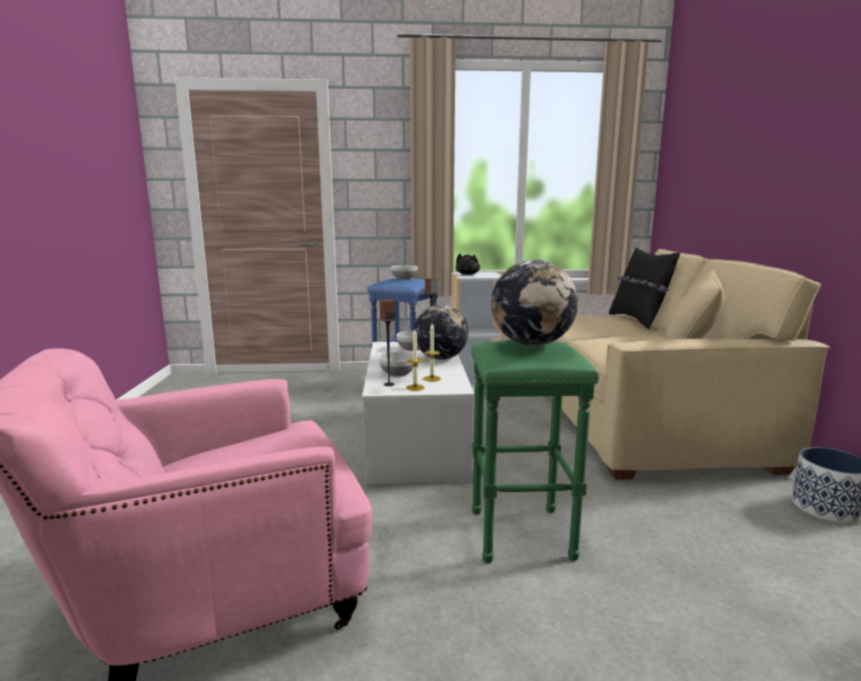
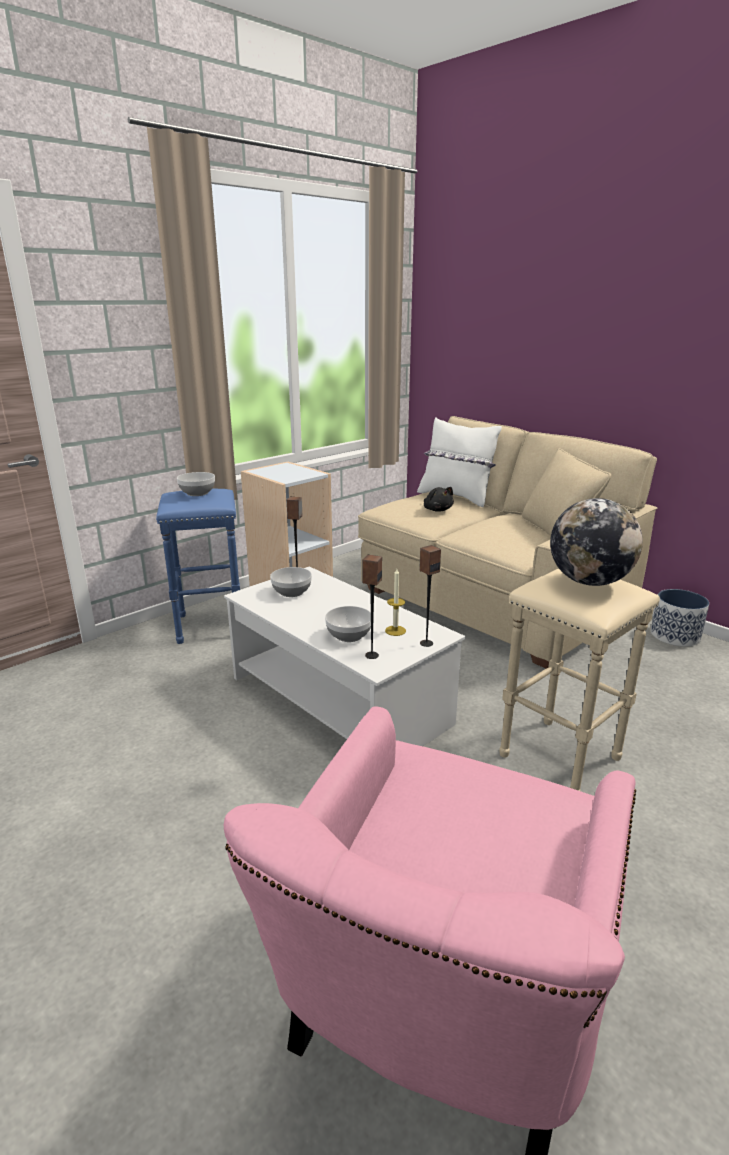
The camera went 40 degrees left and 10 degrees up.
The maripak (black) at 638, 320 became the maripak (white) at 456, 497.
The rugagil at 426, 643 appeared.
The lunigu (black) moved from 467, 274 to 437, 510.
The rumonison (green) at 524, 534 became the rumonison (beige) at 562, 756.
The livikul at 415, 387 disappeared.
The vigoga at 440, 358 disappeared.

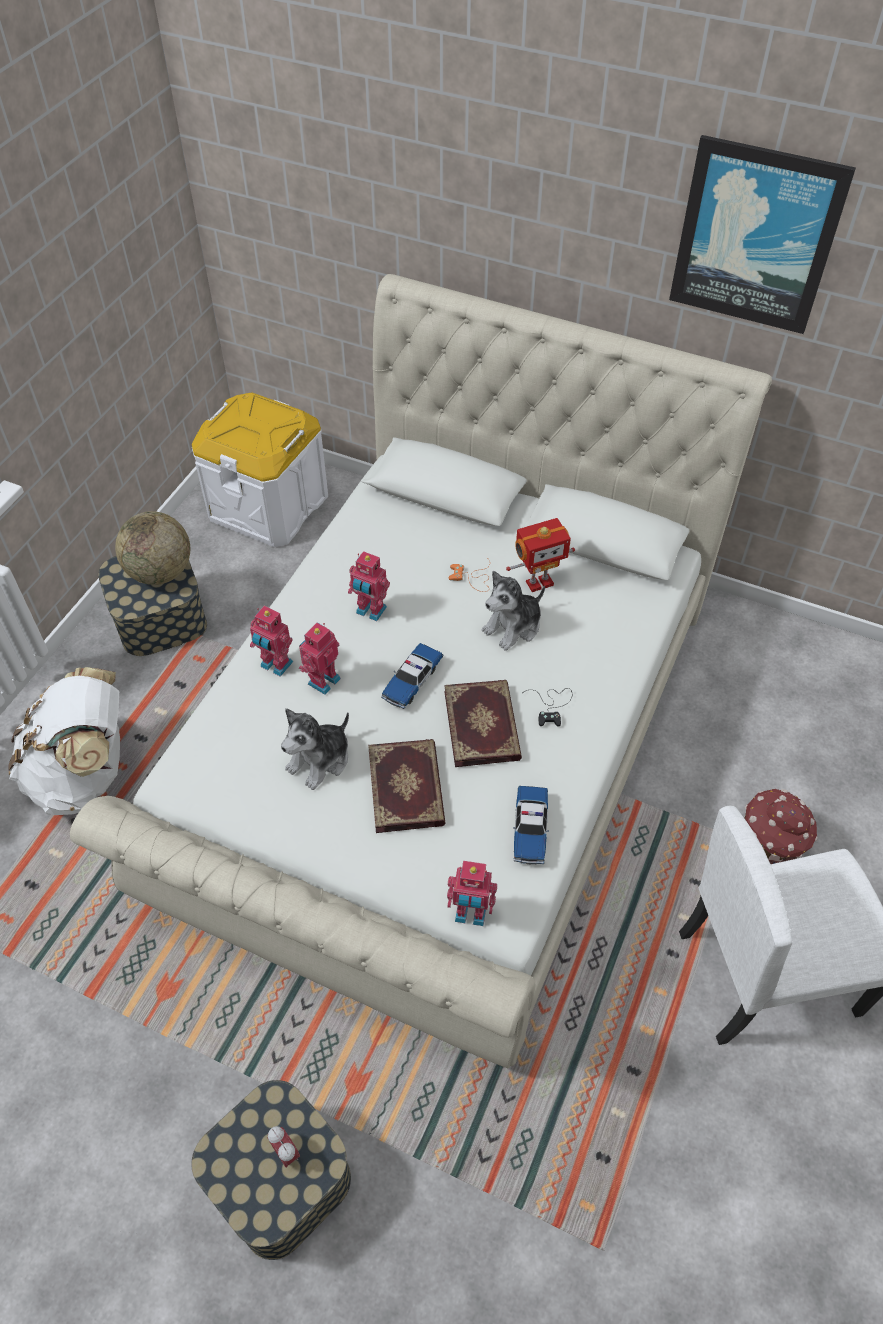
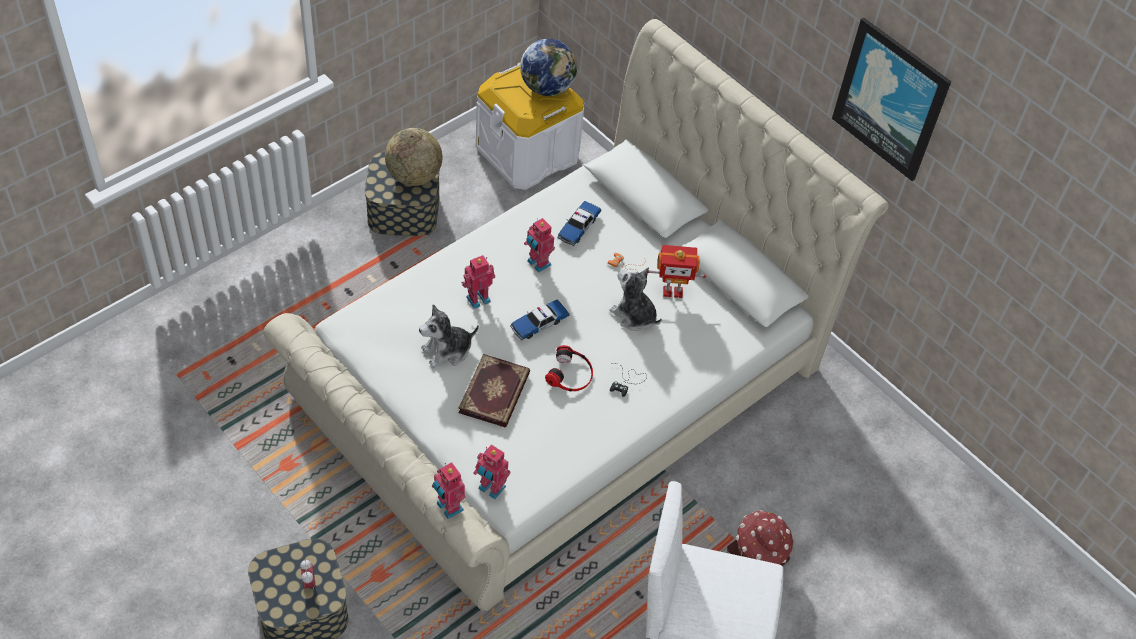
The camera went 20 degrees right and 0 degrees up.
The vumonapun moved from 275, 665 to 448, 507.
The vigoga at 547, 87 appeared.
The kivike at 483, 725 was replaced by the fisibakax at 570, 374.
The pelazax moved from 530, 828 to 578, 227.
The lunigu at 513, 627 turned 60 degrees clockwise.
The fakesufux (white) at 86, 774 disappeared.

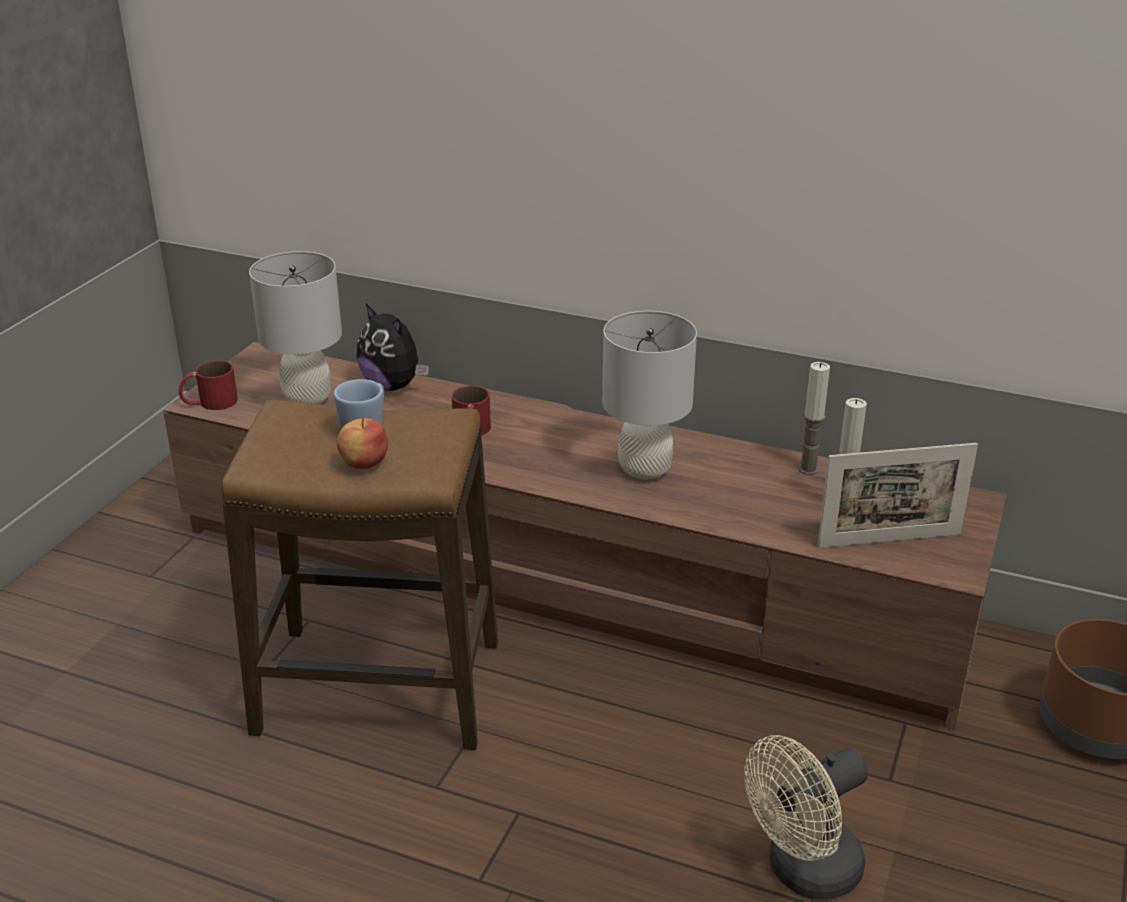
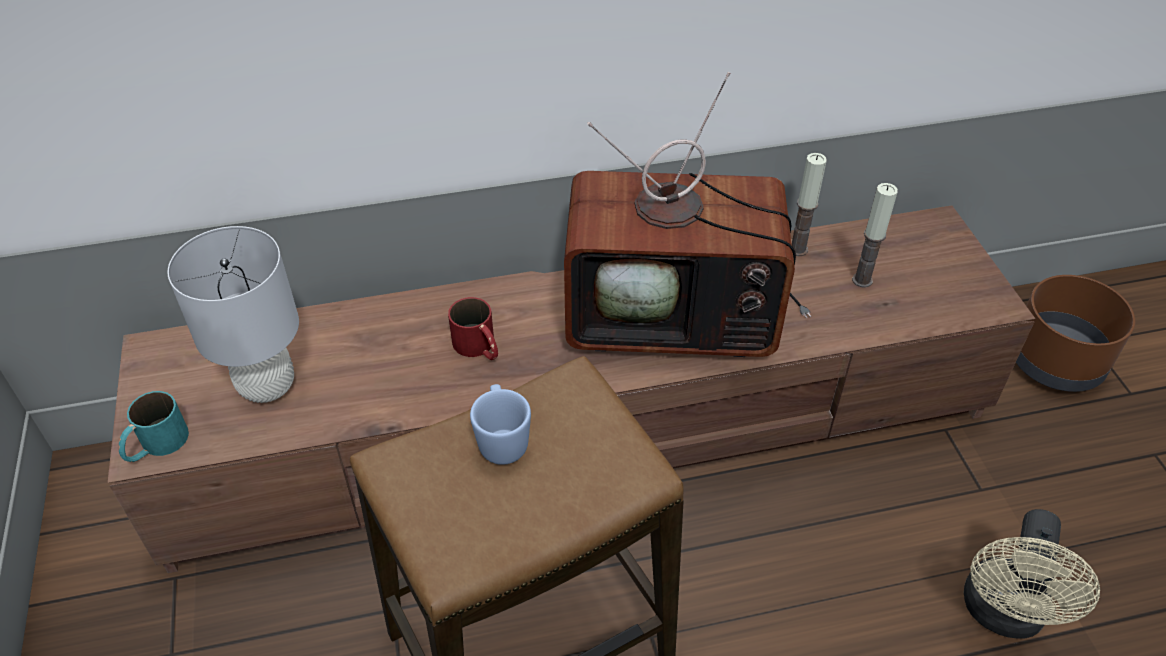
The camera went 35 degrees left and 15 degrees up.
The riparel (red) at 209, 402 became the riparel (turquoise) at 155, 445.
The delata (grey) at 647, 470 was replaced by the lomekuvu at 677, 315.
The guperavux at 364, 462 disappeared.
The lunigu at 393, 385 disappeared.
The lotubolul at 889, 540 disappeared.

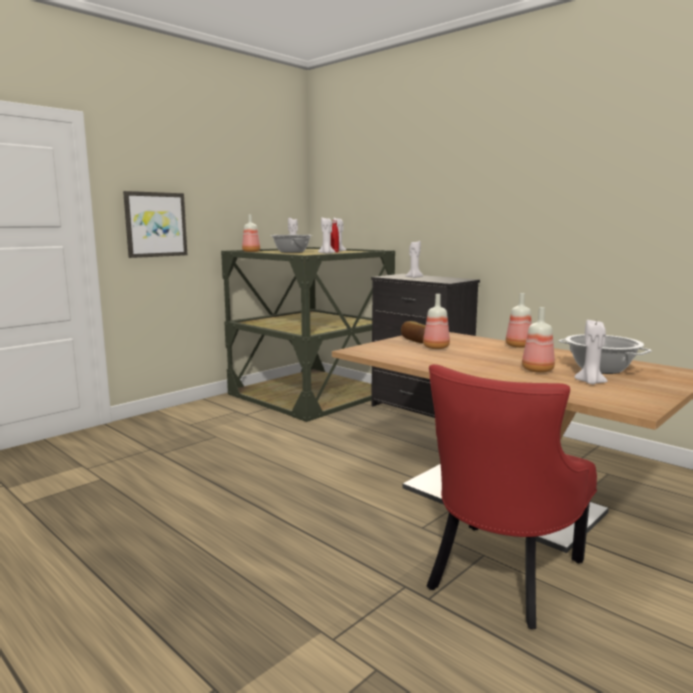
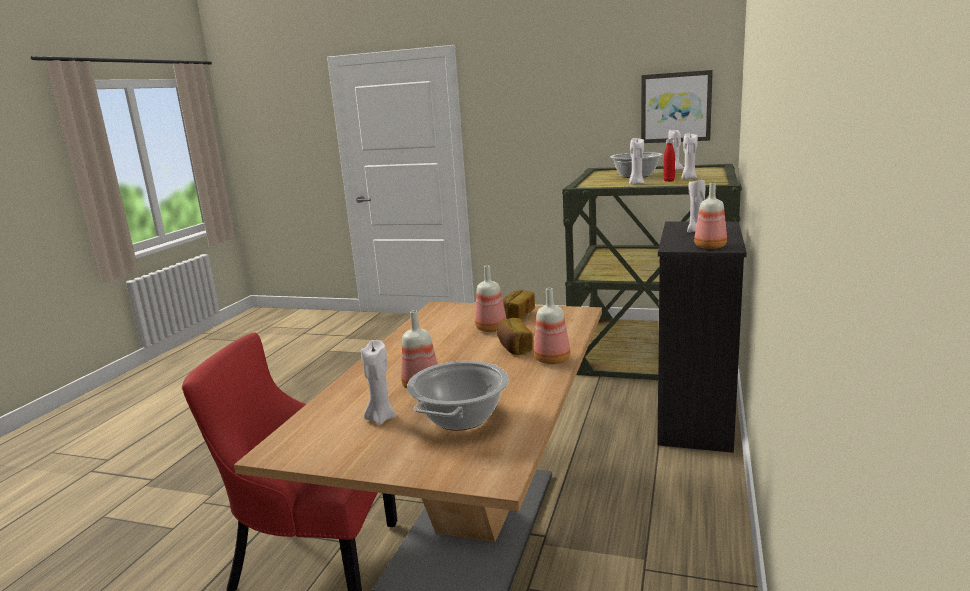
The camera went 65 degrees right and 5 degrees up.
The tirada at 514, 347 appeared.
The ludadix moved from 155, 224 to 675, 107.
The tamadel moved from 251, 252 to 710, 247.

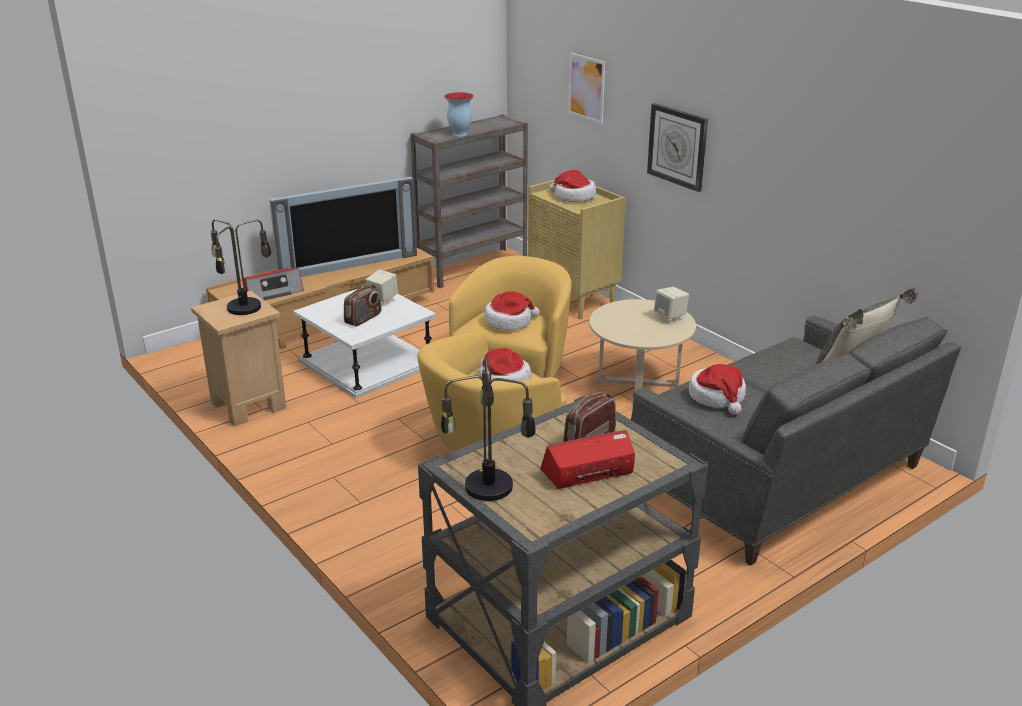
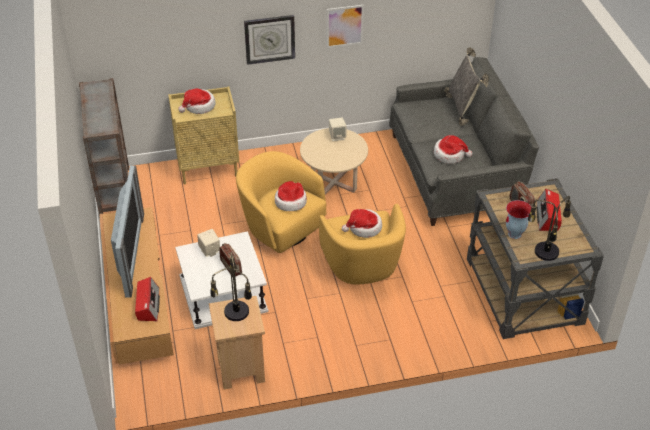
The camera went 65 degrees left and 15 degrees up.
The ludadix moved from 586, 88 to 344, 26.
The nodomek moved from 459, 134 to 515, 234.

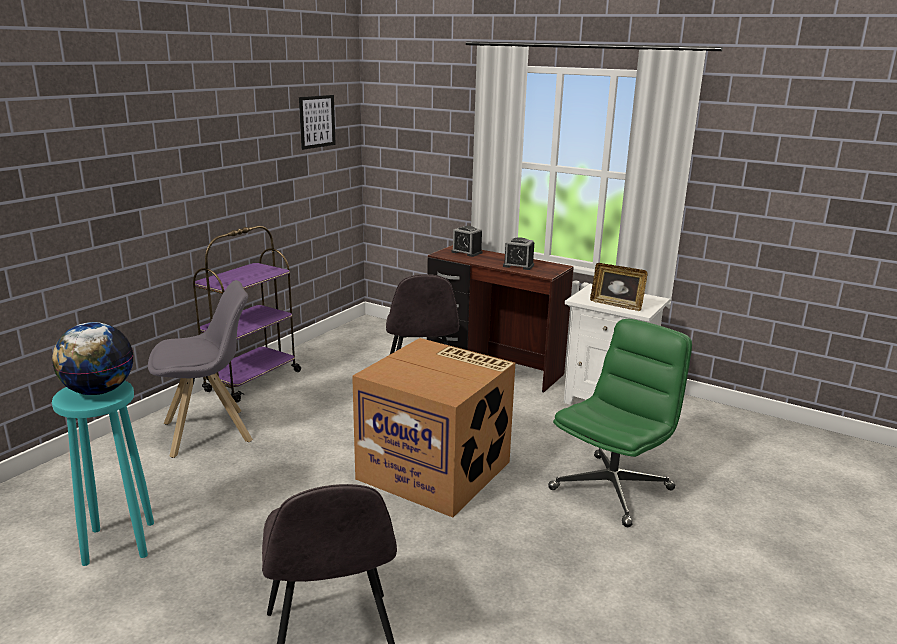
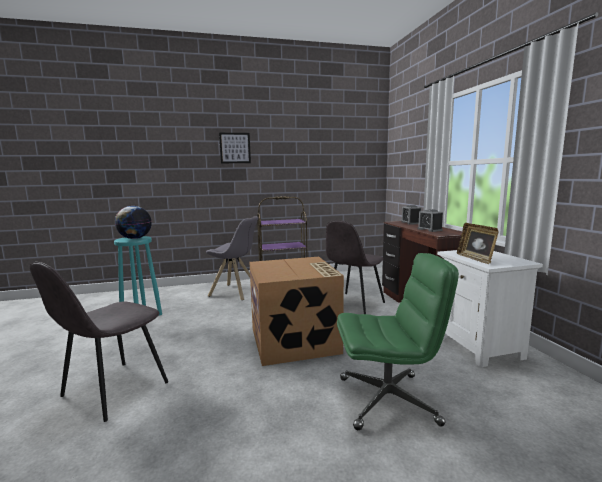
The camera went 45 degrees right and 10 degrees down.
The ludadix moved from 317, 121 to 235, 148.

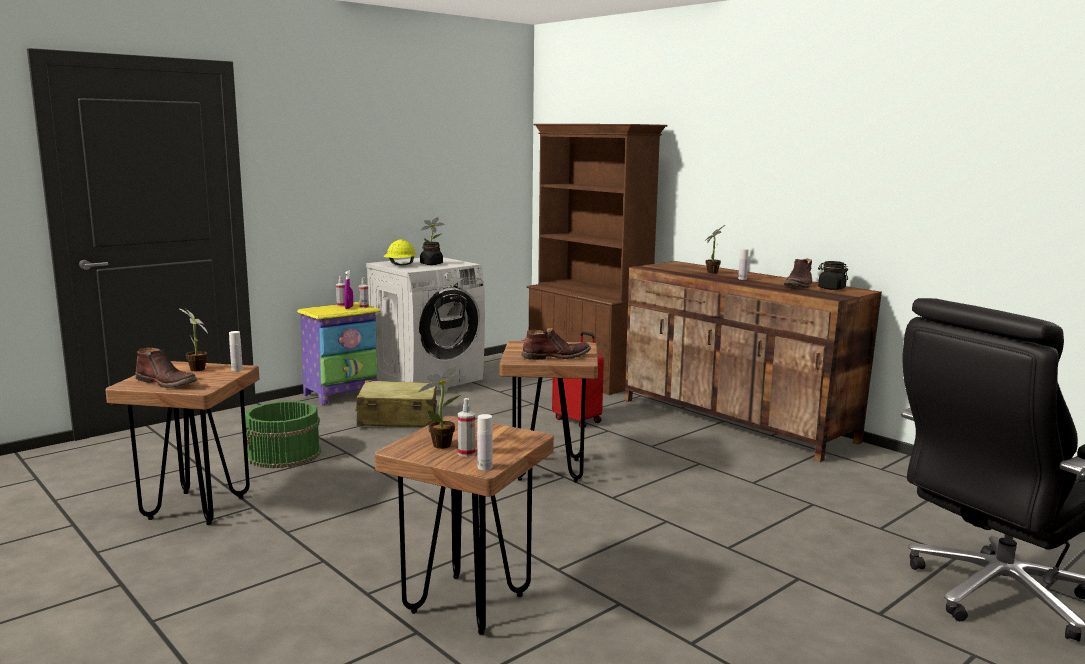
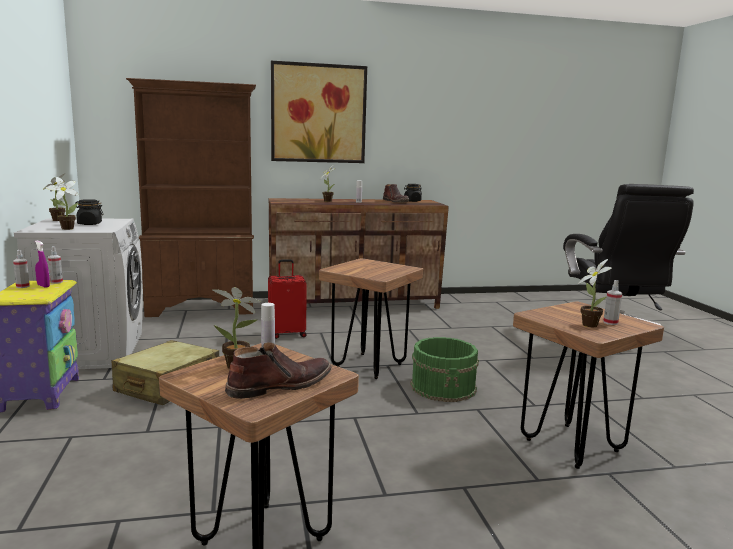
The camera went 60 degrees left and 0 degrees up.
The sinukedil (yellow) at 400, 265 was replaced by the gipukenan at 65, 228.
The ludadix at 318, 113 appeared.
The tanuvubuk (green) moved from 284, 455 to 444, 387.
The tamadel (white) at 485, 467 disappeared.
The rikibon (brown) at 556, 357 disappeared.

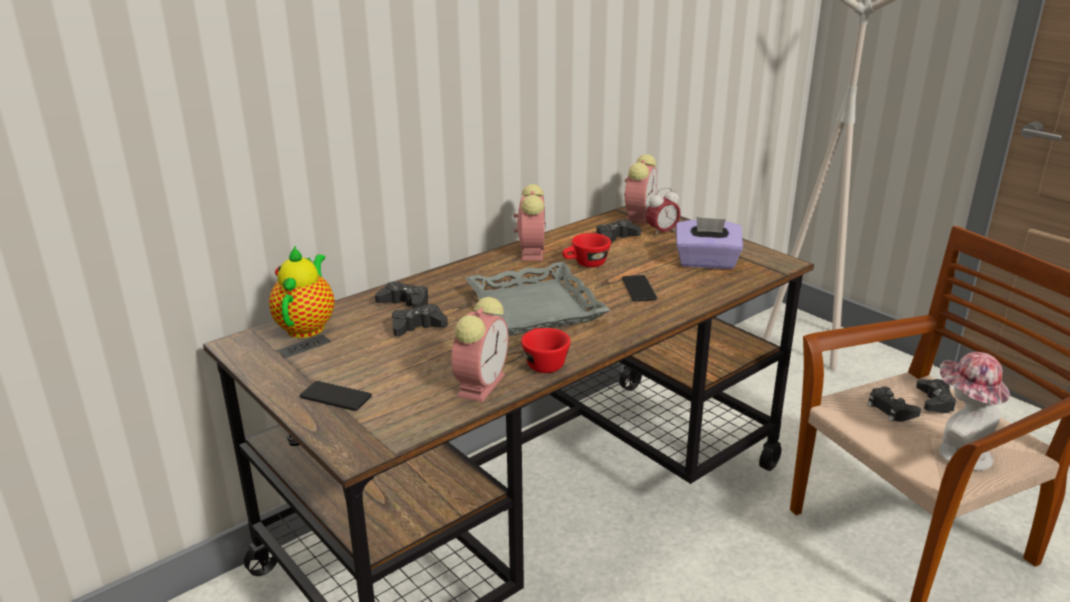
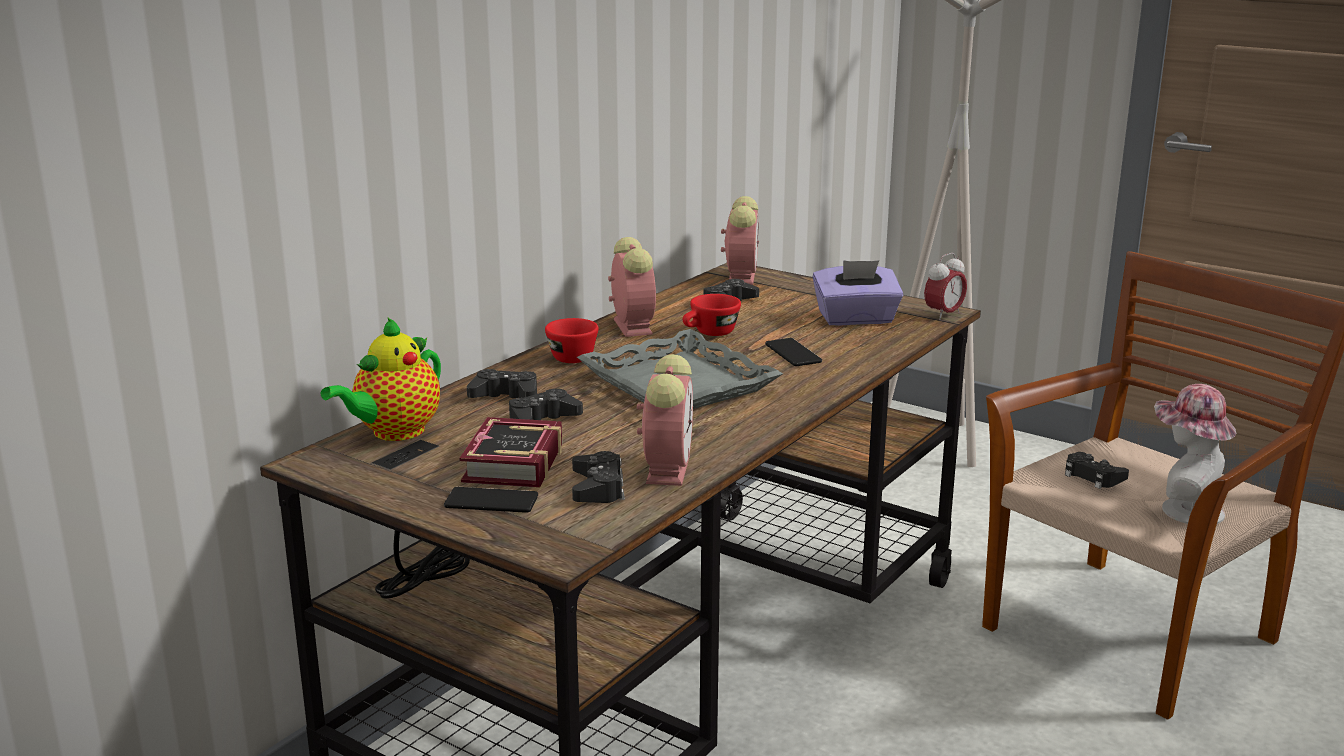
The camera went 15 degrees left and 5 degrees down.
The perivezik at 307, 326 turned 135 degrees counterclockwise.
The kivike at 509, 465 appeared.
The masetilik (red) moved from 542, 363 to 568, 356.
The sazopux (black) moved from 935, 401 to 598, 487.
The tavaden moved from 662, 232 to 943, 315.

